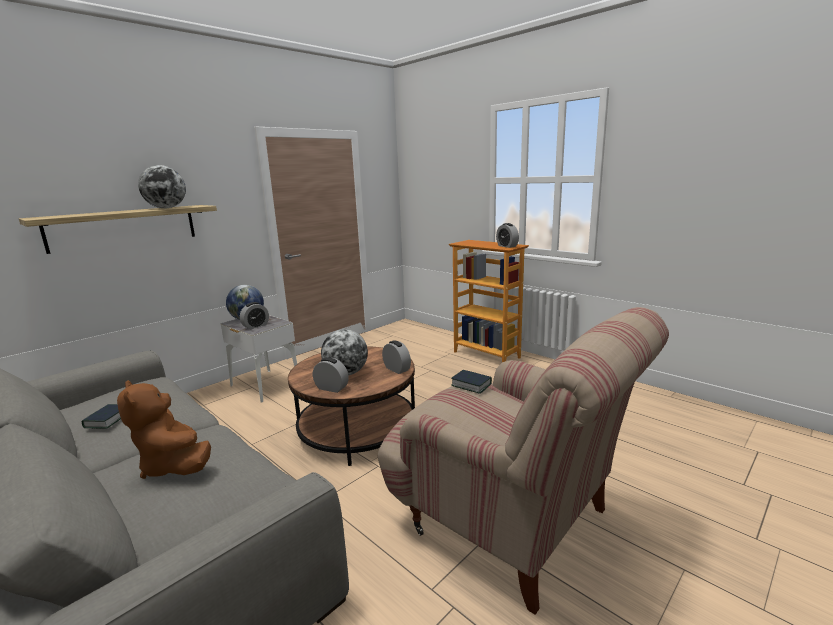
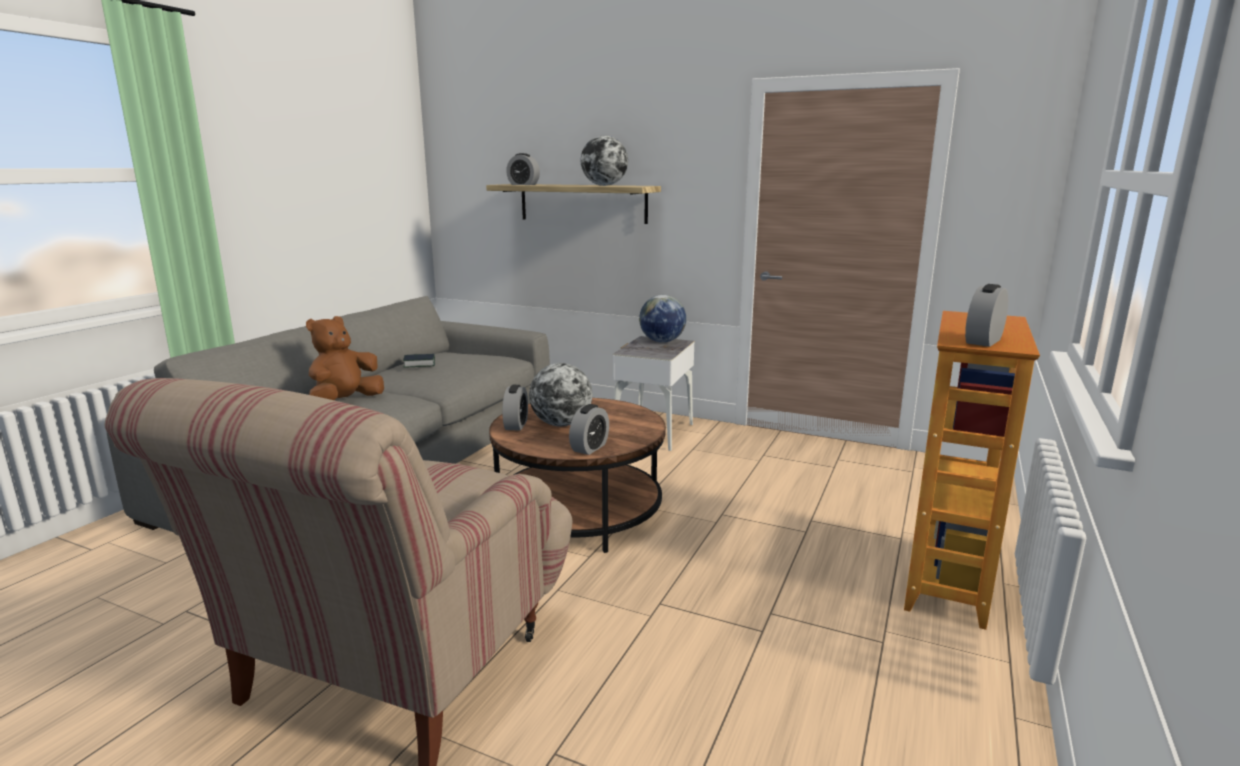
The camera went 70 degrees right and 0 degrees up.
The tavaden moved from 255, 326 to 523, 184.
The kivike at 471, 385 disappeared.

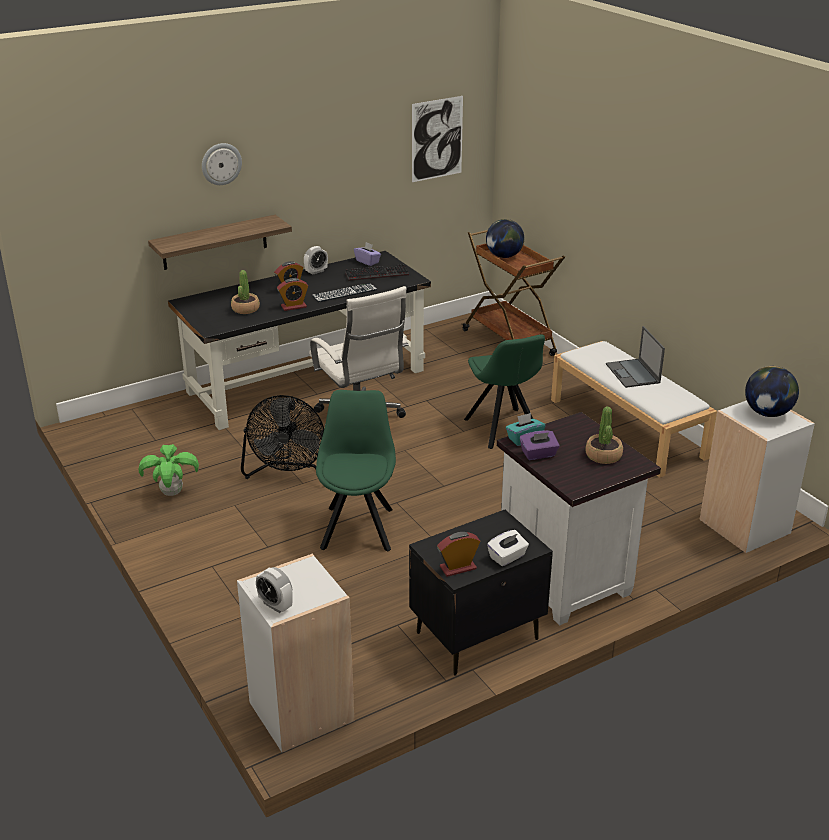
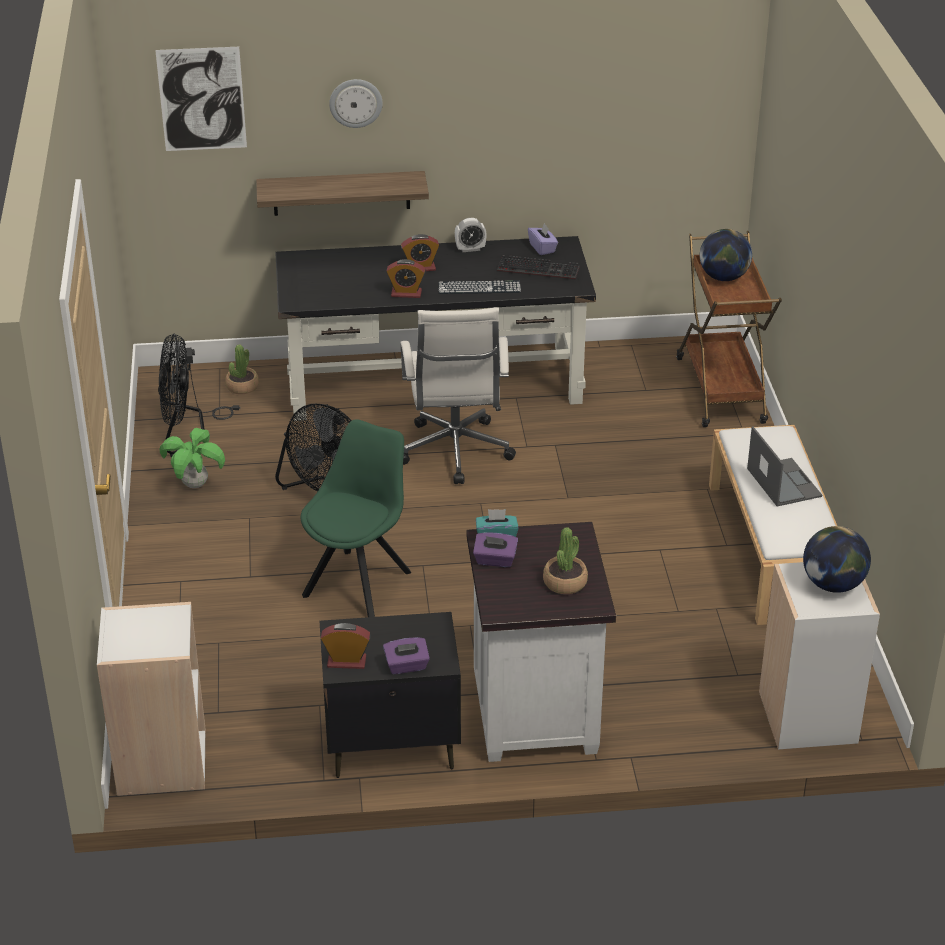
The camera went 25 degrees right and 5 degrees up.
The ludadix moved from 437, 139 to 202, 99.
The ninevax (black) at 188, 425 appeared.
The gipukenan moved from 245, 309 to 242, 386.
The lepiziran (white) at 507, 557 became the lepiziran (purple) at 406, 666.
The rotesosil at 633, 374 turned 150 degrees clockwise.
The tavaden at 275, 605 disappeared.
The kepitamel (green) at 503, 429 disappeared.

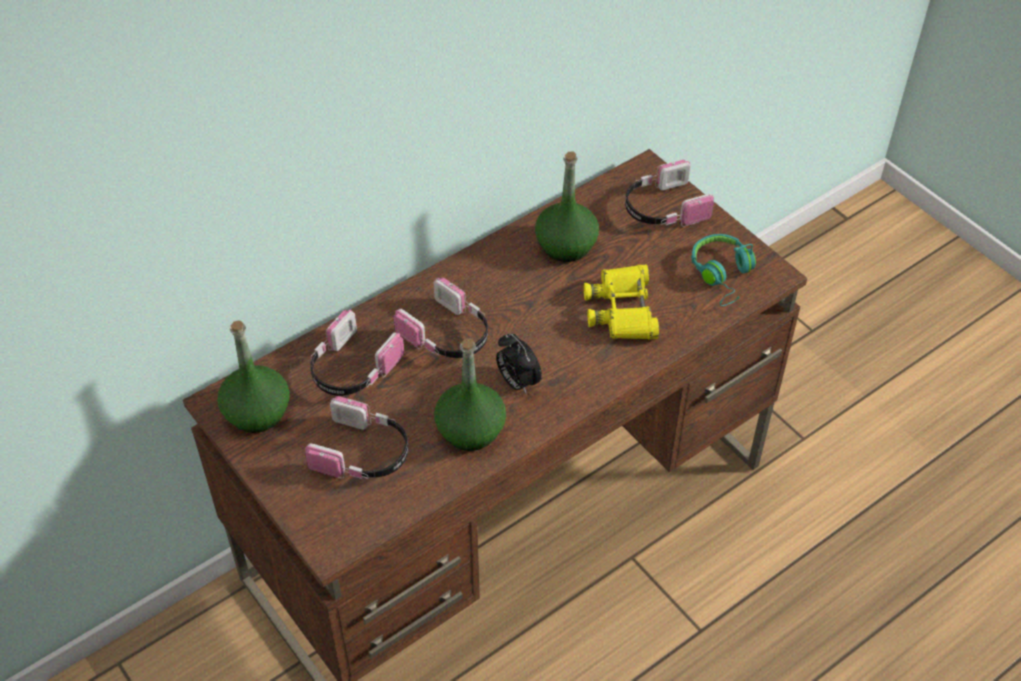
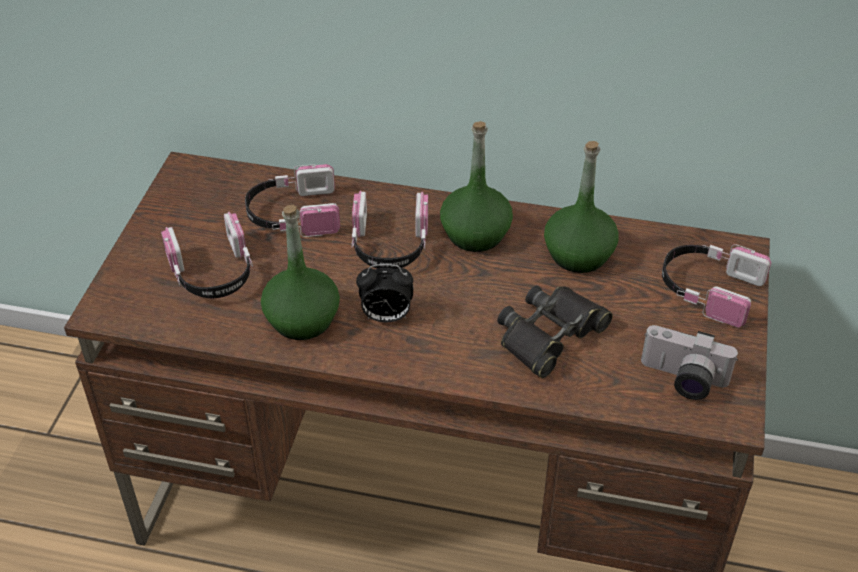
The camera went 50 degrees right and 5 degrees down.
The tavaden at 517, 382 turned 105 degrees counterclockwise.
The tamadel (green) moved from 256, 412 to 475, 234.
The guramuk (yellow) at 622, 309 became the guramuk (black) at 550, 335.
The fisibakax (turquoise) at 723, 275 was replaced by the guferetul at 682, 380.

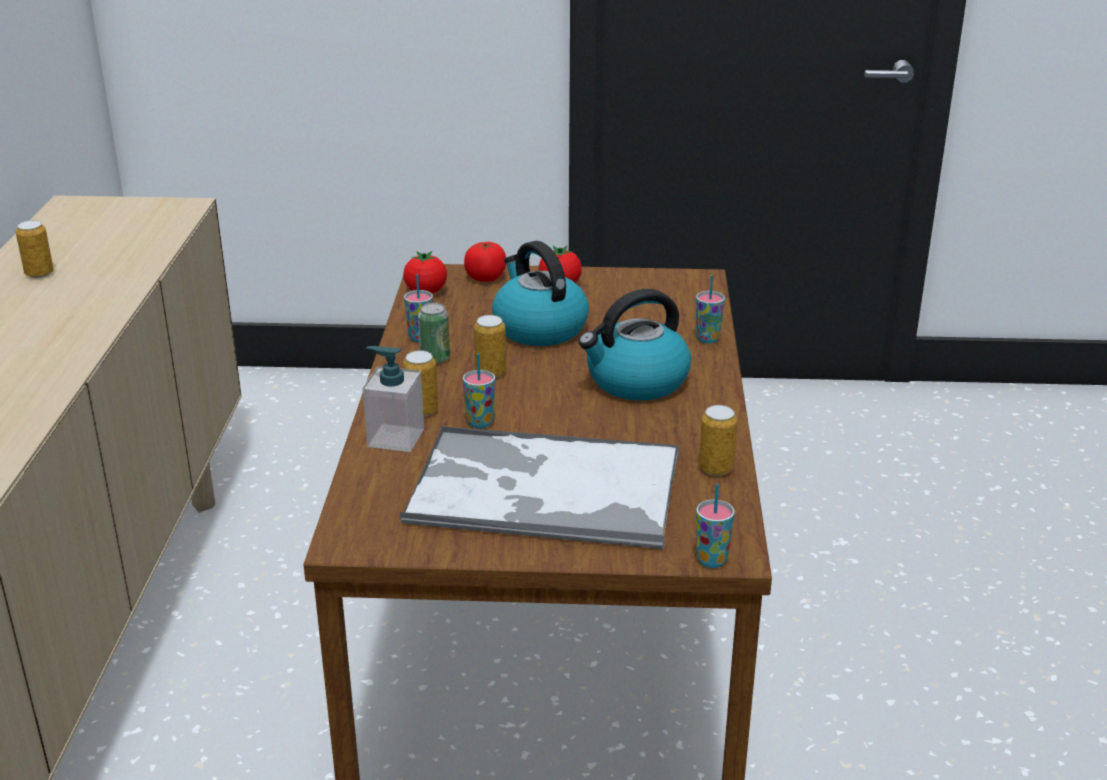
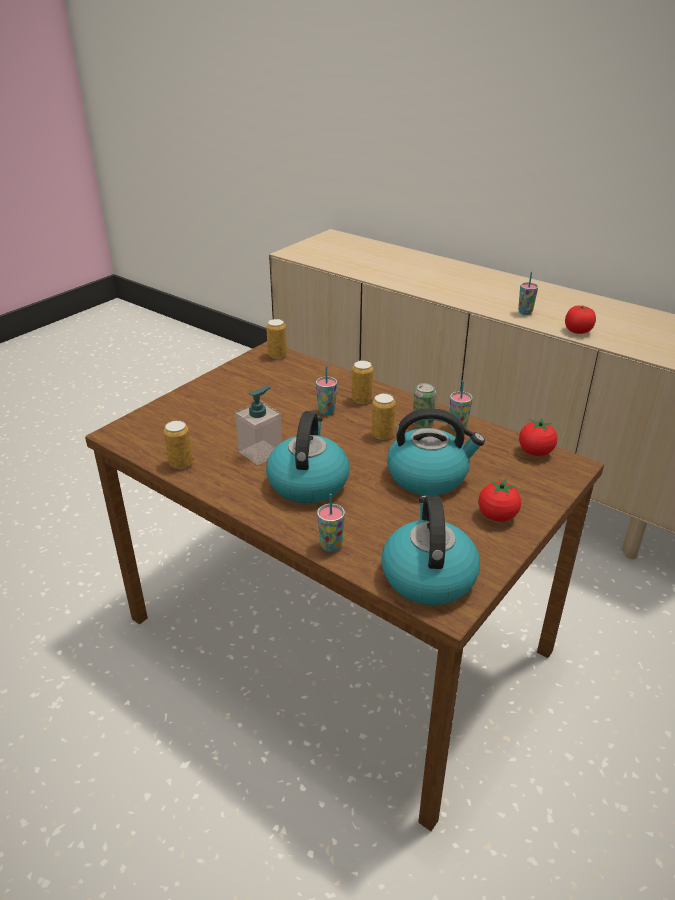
The camera went 125 degrees right and 5 degrees up.
The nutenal moved from 395, 438 to 260, 452.
The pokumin moved from 39, 273 to 277, 355.
The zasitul at 428, 575 appeared.
The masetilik moved from 711, 560 to 525, 312.
The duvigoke moved from 486, 278 to 578, 331.
The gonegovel at 542, 489 disappeared.

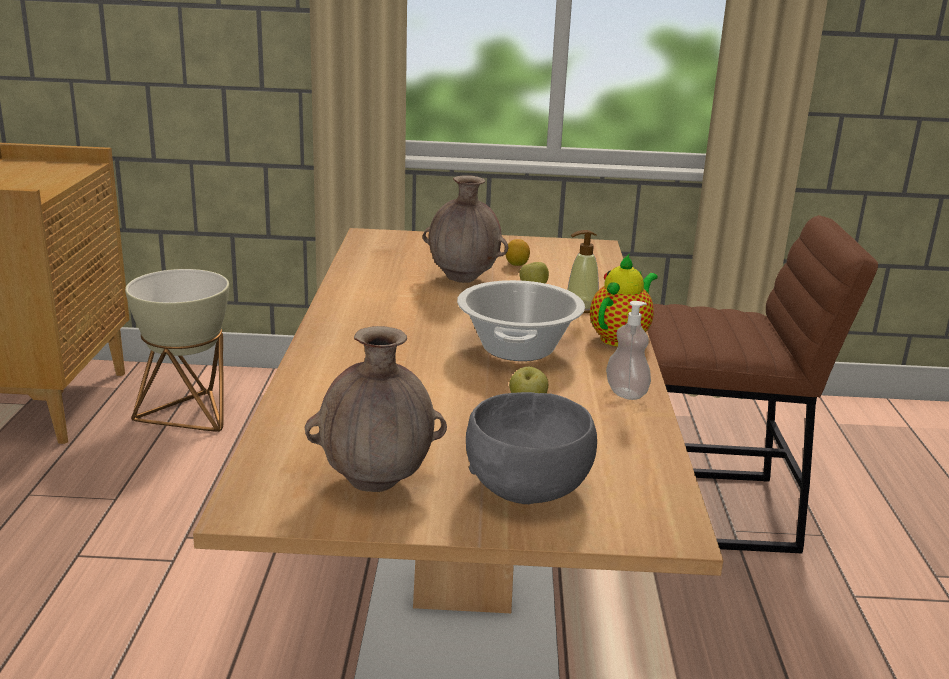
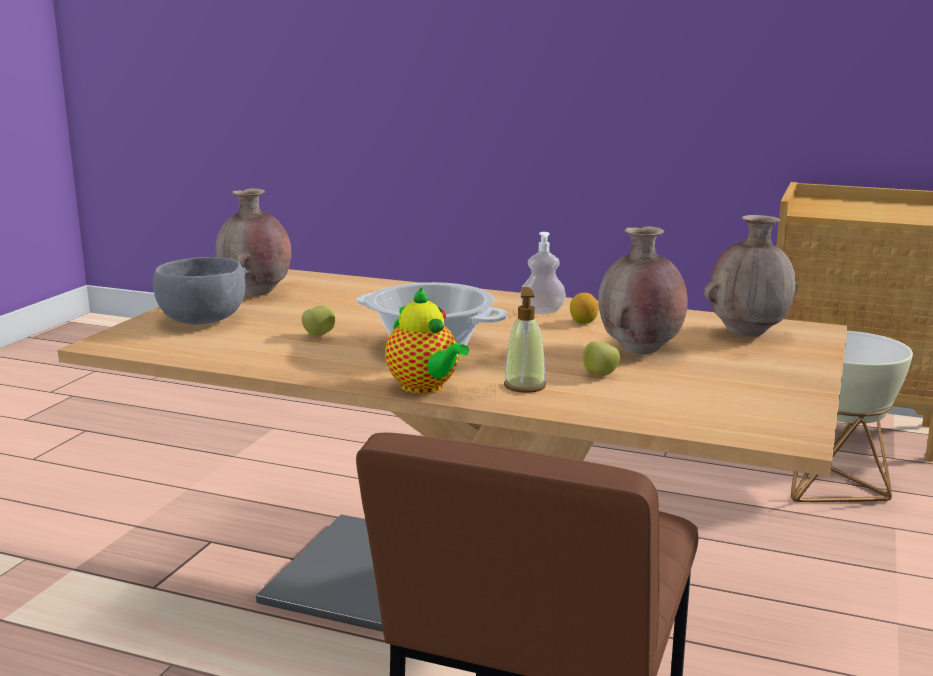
The camera went 110 degrees right and 5 degrees down.
The nutenal moved from 626, 393 to 542, 311.
The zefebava moved from 517, 264 to 583, 322.
The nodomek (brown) at 747, 333 appeared.

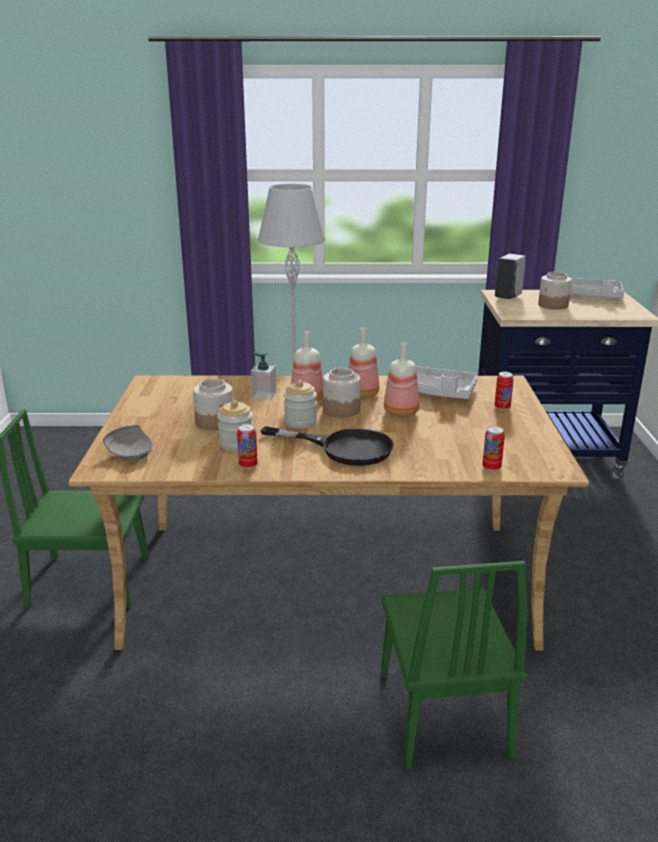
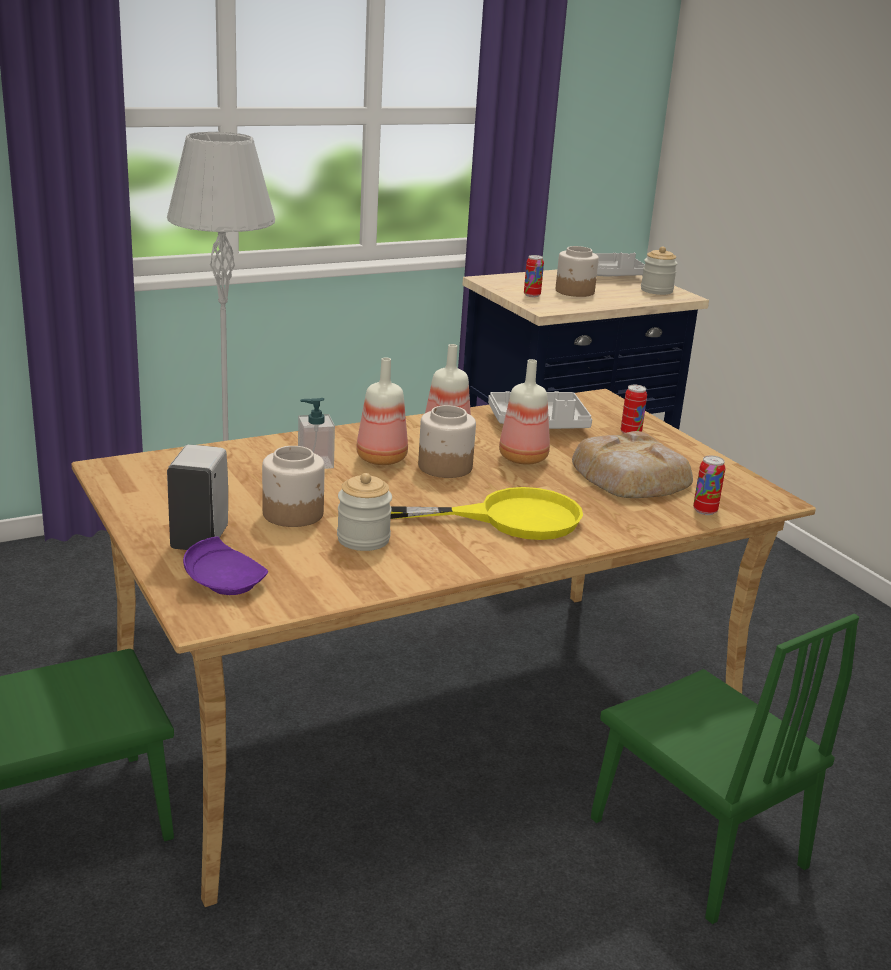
The camera went 30 degrees left and 0 degrees up.
The nutenal (white) moved from 508, 297 to 200, 539.
The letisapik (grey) at 132, 453 became the letisapik (purple) at 225, 582.
The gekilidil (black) at 344, 448 became the gekilidil (yellow) at 510, 518.
The pokumin moved from 248, 465 to 532, 295.
The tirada at 630, 477 appeared.
The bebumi moved from 300, 422 to 656, 290.

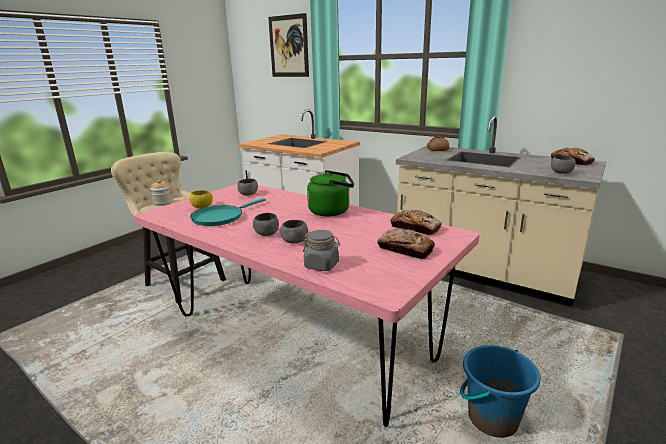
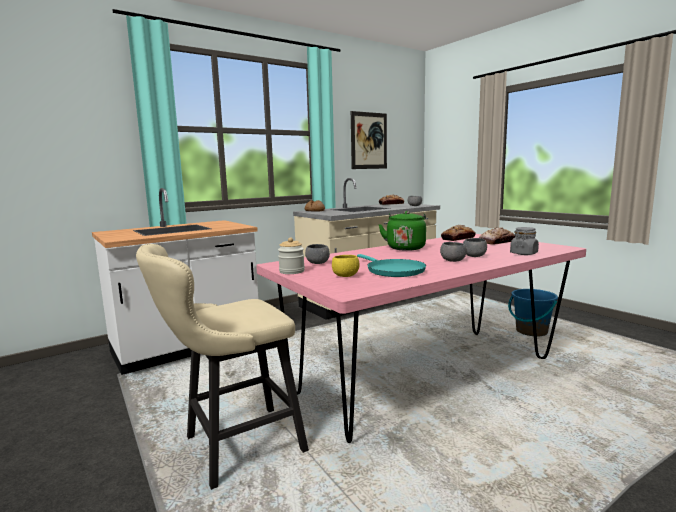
The camera went 70 degrees left and 10 degrees down.
The bebumi moved from 162, 203 to 292, 271.
The ludadix moved from 288, 46 to 369, 141.

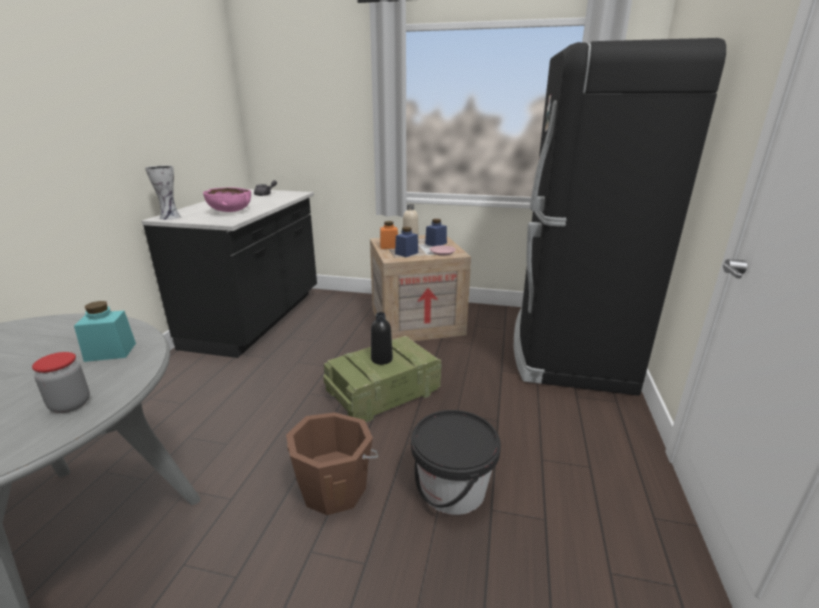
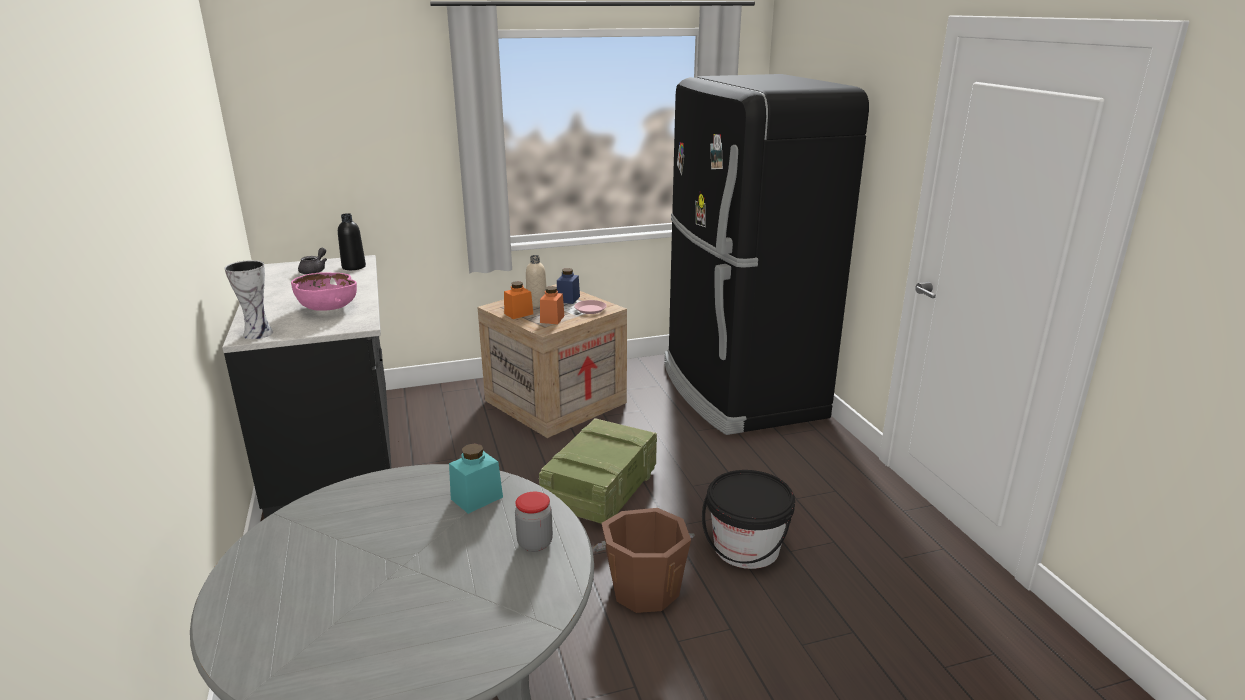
The camera went 30 degrees left and 0 degrees up.
The tamadel (black) moved from 381, 359 to 354, 267.
The bebumi (blue) at 406, 253 became the bebumi (orange) at 552, 319.

